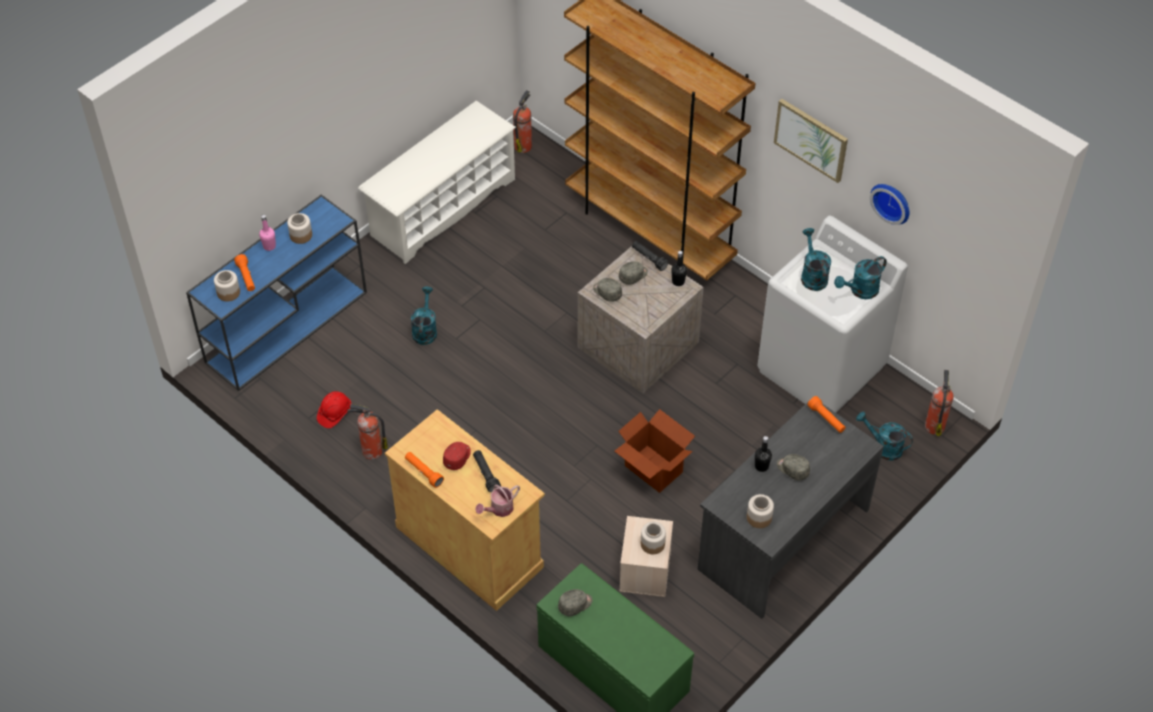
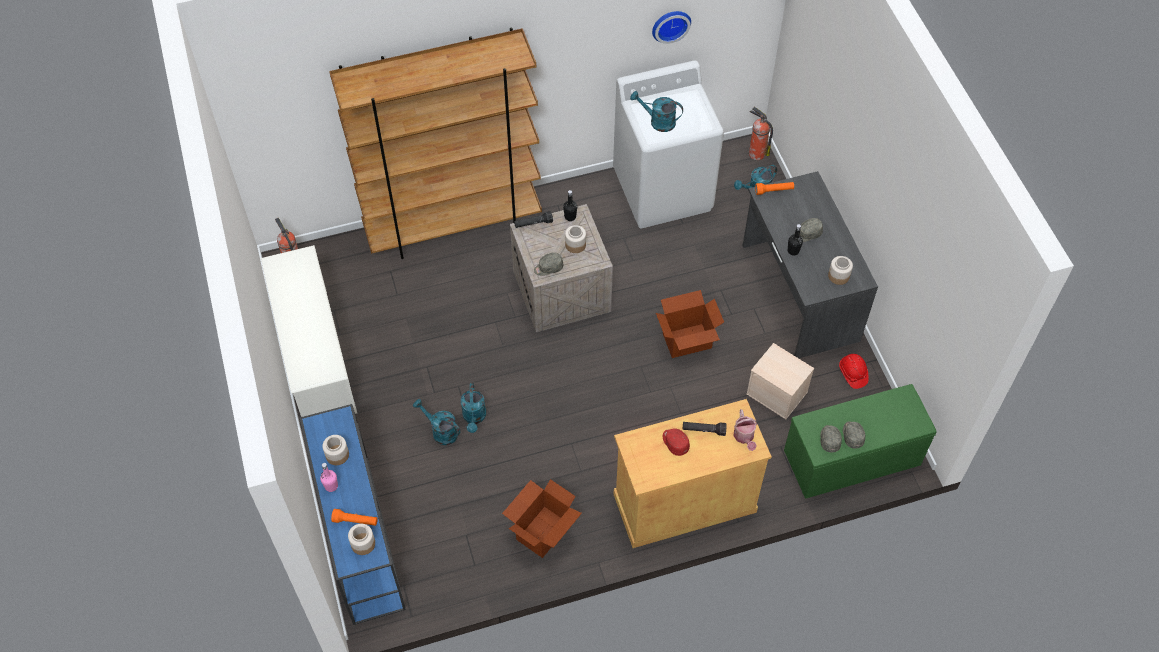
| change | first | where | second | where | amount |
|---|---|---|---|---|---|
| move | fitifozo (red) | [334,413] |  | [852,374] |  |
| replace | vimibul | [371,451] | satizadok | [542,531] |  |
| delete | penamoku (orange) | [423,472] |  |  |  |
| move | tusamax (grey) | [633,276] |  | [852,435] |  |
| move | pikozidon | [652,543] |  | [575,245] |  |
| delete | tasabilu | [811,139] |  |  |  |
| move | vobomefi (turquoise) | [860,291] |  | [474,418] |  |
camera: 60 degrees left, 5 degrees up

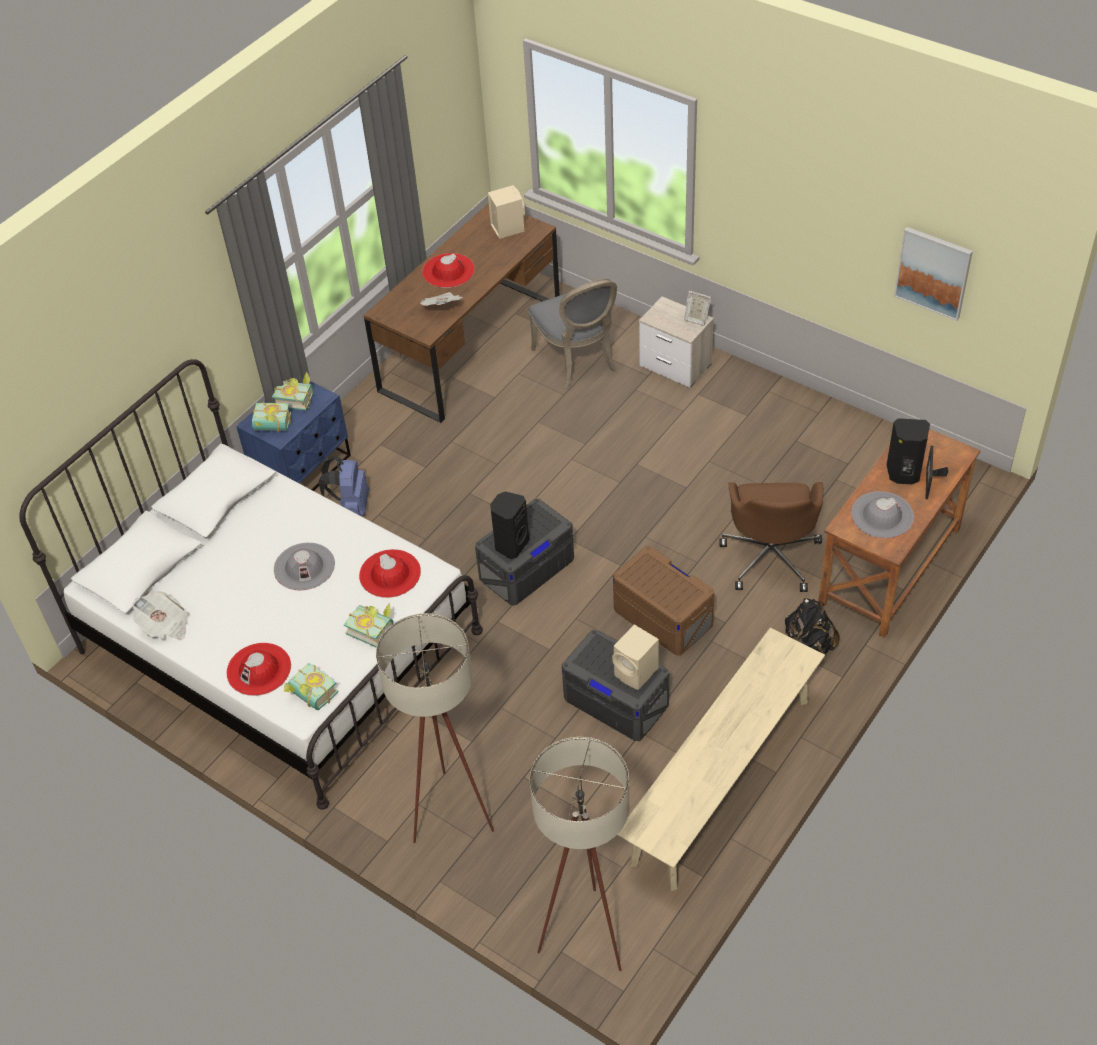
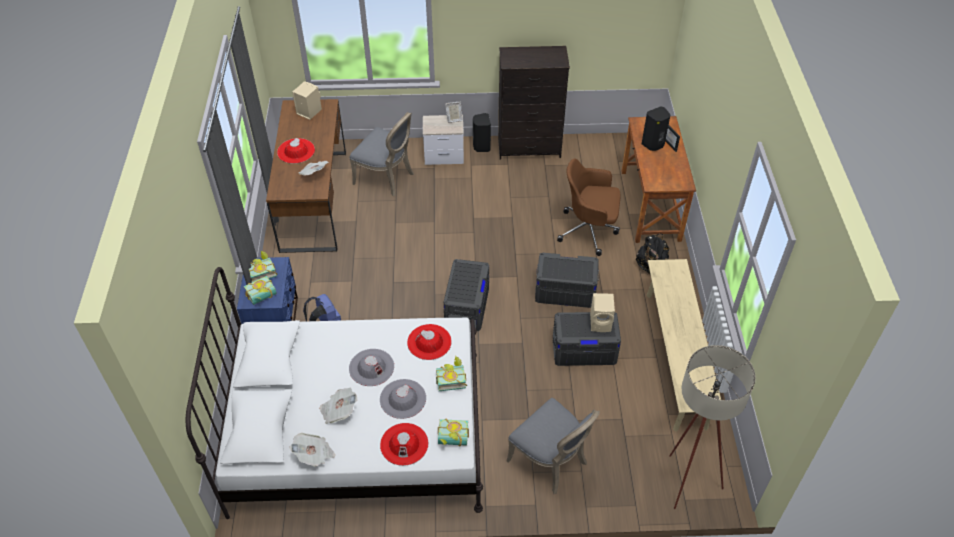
| change | first | where | second | where | amount |
|---|---|---|---|---|---|
| replace | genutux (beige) | [450,806] | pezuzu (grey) | [551,461] |  |
| move | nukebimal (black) | [510,545] |  | [481,146] |  |
| recolor | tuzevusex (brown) | [662,617] | tuzevusex (grey) | [565,291] |  |
| rotate | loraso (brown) | [771,556] |  | [589,230] | 135 degrees clockwise |
| move | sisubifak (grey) | [882,515] |  | [403,399] |  |
| delete | tasabilu | [933,272] |  |  |  |
| insert |  |  | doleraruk | [338,411] |  |
| insert |  |  | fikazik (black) | [529,148] |  |
camera: 40 degrees left, 0 degrees up

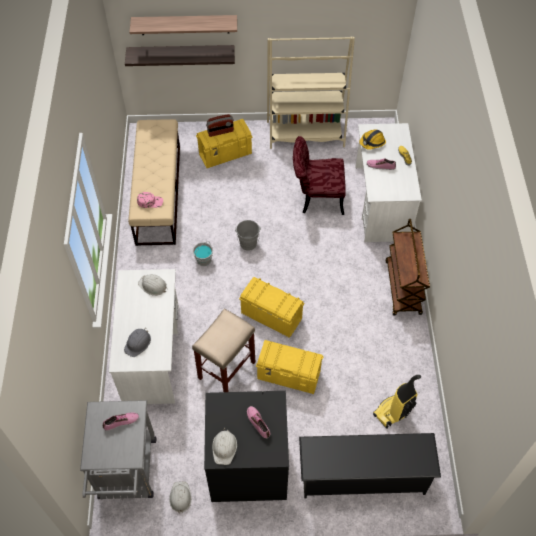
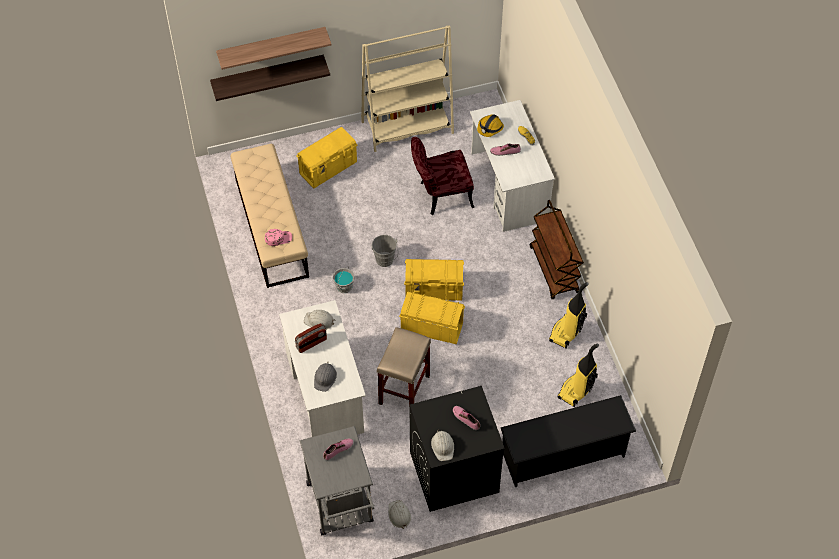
| change | first | where | second | where | amount |
|---|---|---|---|---|---|
| move | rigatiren | [220,132] |  | [311,343] |  |
| move | tuzevusex (yellow) | [289,375] |  | [434,290] |  |
| insert |  |  | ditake | [566,333] |  |
camera: 15 degrees left, 0 degrees up

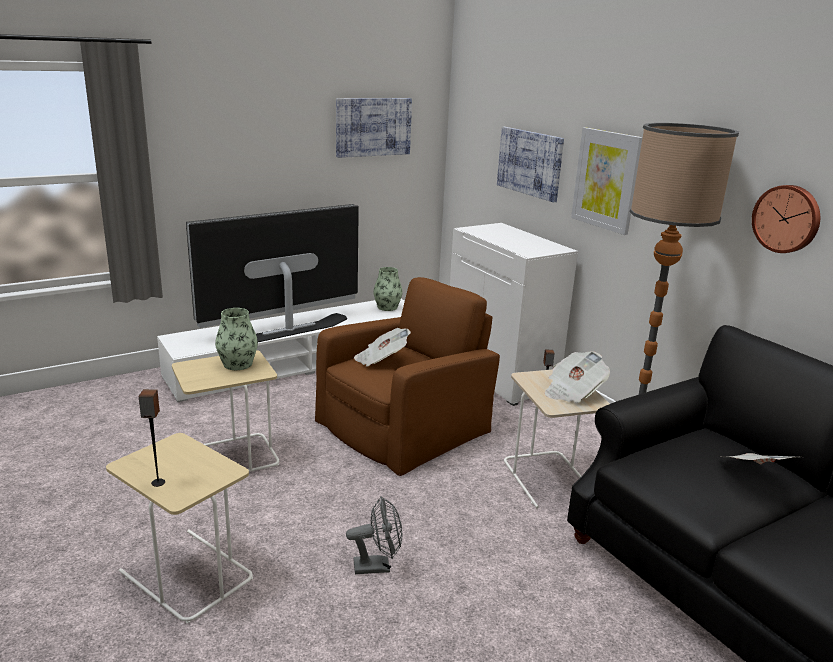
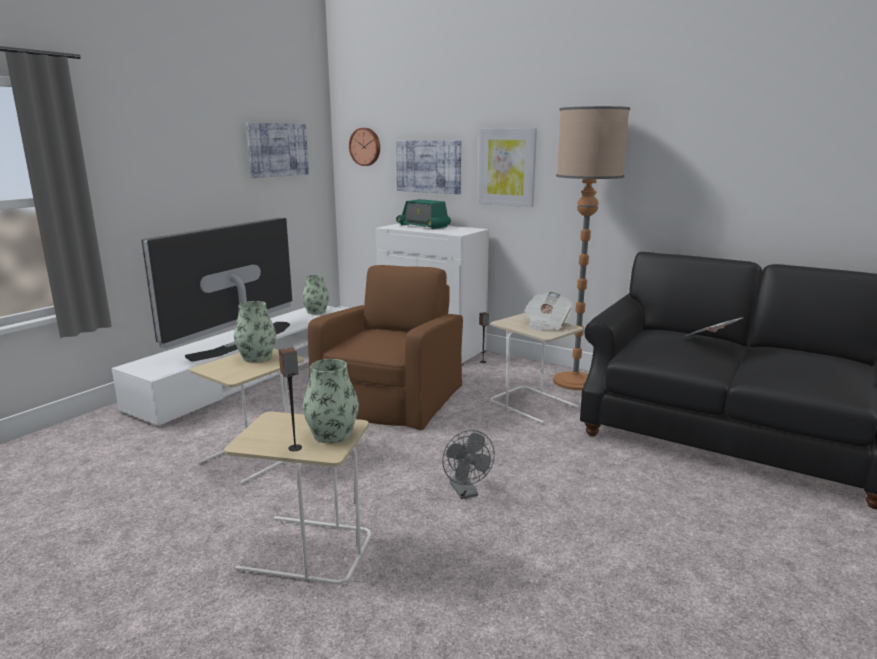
| change | first | where | second | where | amount |
|---|---|---|---|---|---|
| rotate | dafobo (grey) | [378,566] |  | [466,492] | 105 degrees clockwise |
| delete | doleraruk | [381,360] |  |  |  |
| move | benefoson | [787,218] |  | [365,146] |  |
| insert |  |  | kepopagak | [332,434] |  |
| insert |  |  | rigatiren | [423,226] |  |
camera: 25 degrees left, 5 degrees down

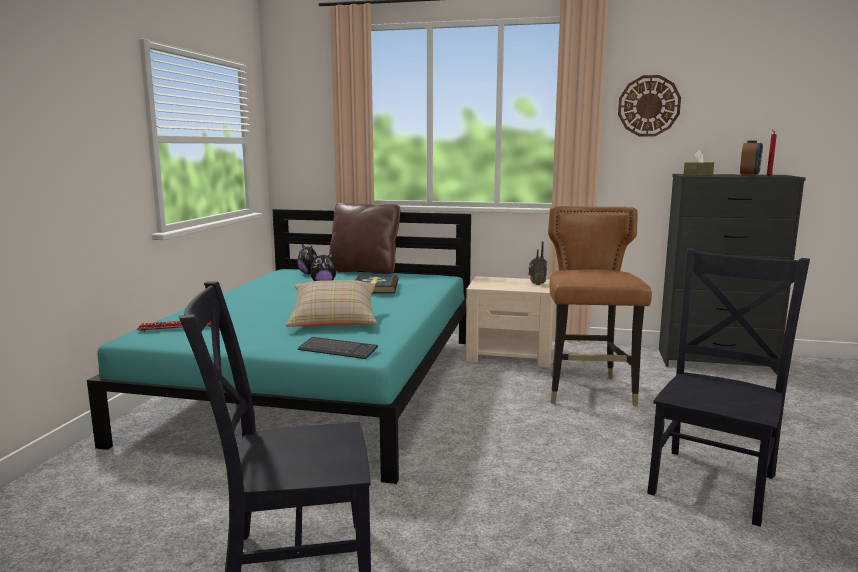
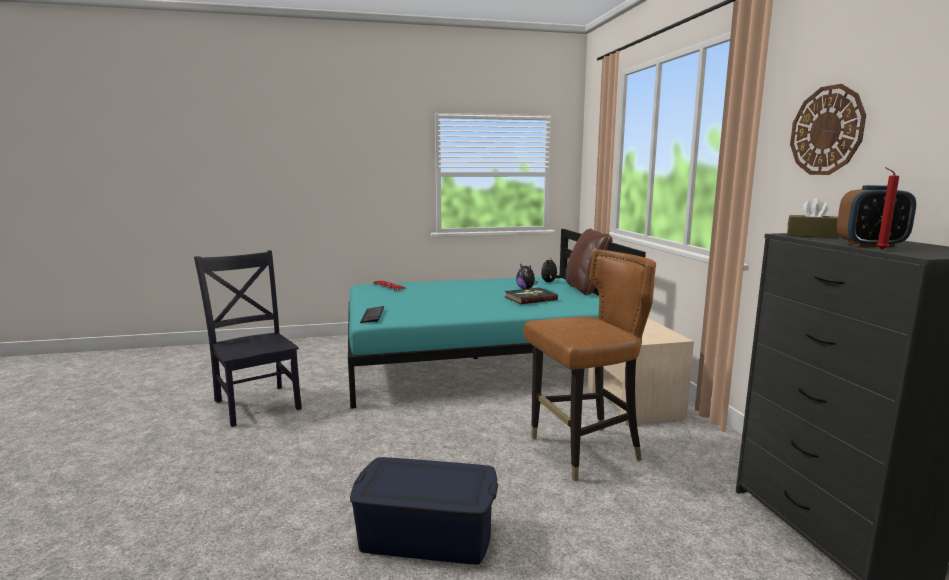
| change | first | where | second | where | amount |
|---|---|---|---|---|---|
| delete | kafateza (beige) | [333,321] |  |  |  |
| delete | rigatiren | [536,284] |  |  |  |
| replace | pezuzu (black) | [714,481] | tuzevusex (blue) | [427,535] |  |
camera: 65 degrees right, 0 degrees up

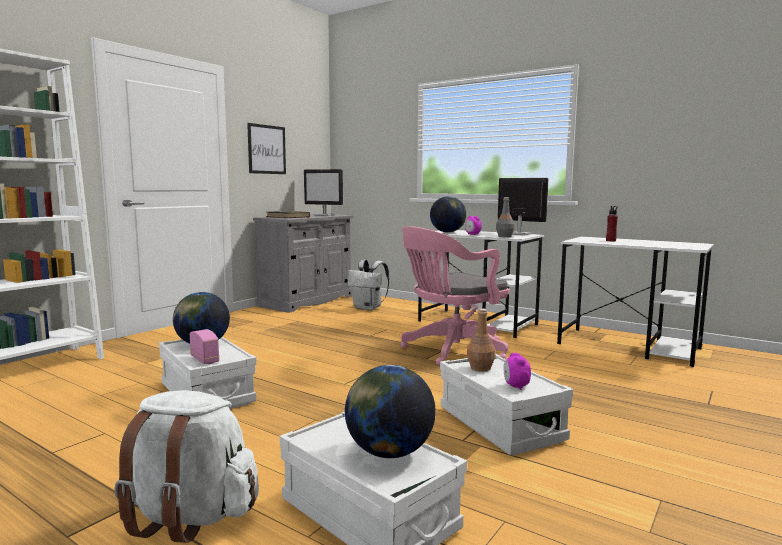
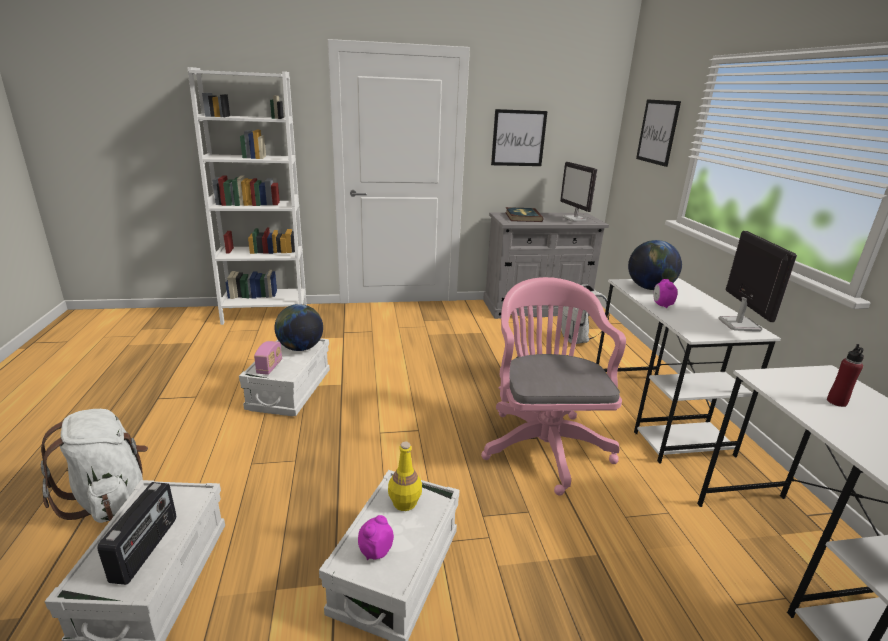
| change | first | where | second | where | amount |
|---|---|---|---|---|---|
| replace | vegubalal | [389,452] | rigatiren | [146,549] |  |
| rotate | loraso (pink) | [451,351] |  | [543,443] | 75 degrees clockwise |
| recolor | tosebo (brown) | [480,368] | tosebo (yellow) | [404,502] |  |
| delete | tosebo (grey) | [504,236] |  |  |  |
| insert |  |  | tasabilu | [657,132] |  |
camera: 45 degrees right, 15 degrees up

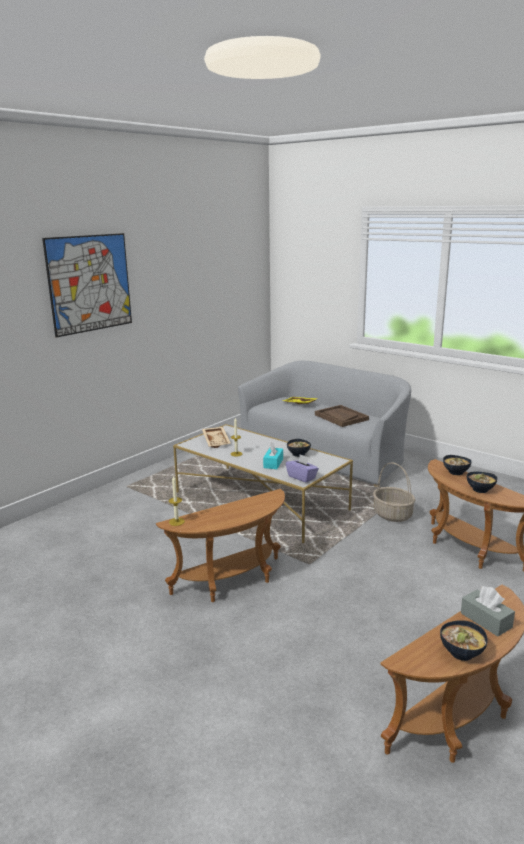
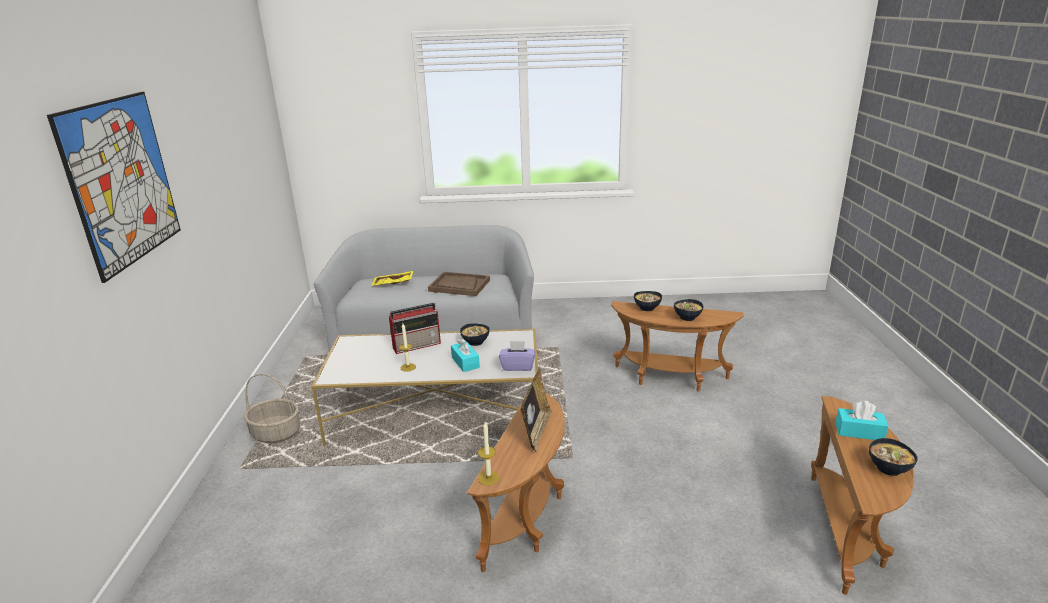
| change | first | where | second | where | amount |
|---|---|---|---|---|---|
| delete | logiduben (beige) | [217,441] |  |  |  |
| move | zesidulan | [392,515] |  | [275,433] |  |
| recolor | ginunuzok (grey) | [486,620] | ginunuzok (turquoise) | [859,432] |  |
| insert |  |  | rigatiren | [417,345] |  |
| insert |  |  | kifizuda | [536,432] |  |
camera: 40 degrees left, 5 degrees up

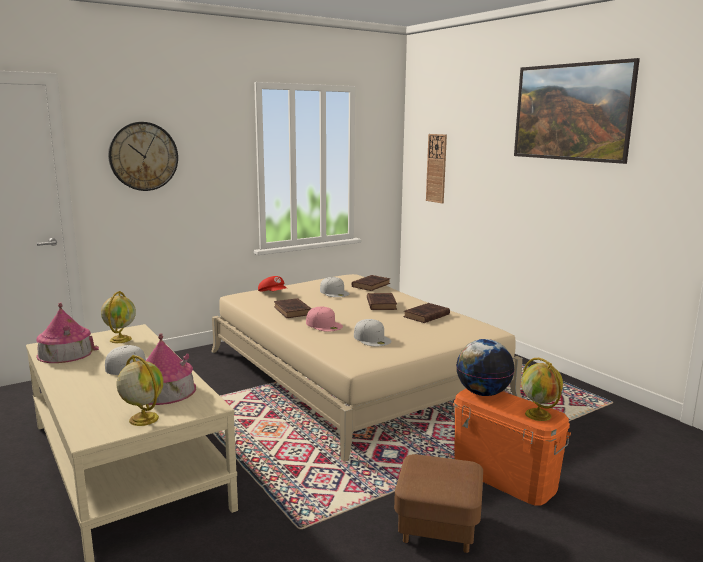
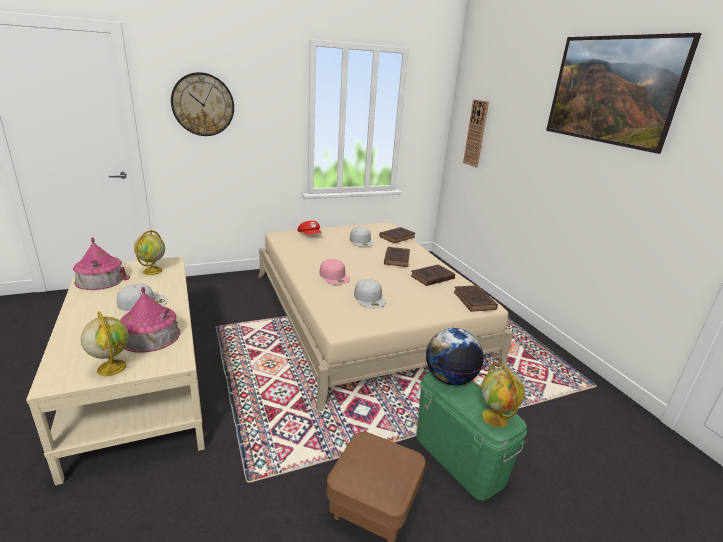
| change | first | where | second | where | amount |
|---|---|---|---|---|---|
| move | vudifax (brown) | [293,311] |  | [475,301] |  |
| recolor | tuzevusex (orange) | [503,477] | tuzevusex (green) | [458,457] |  |
camera: 10 degrees right, 10 degrees up

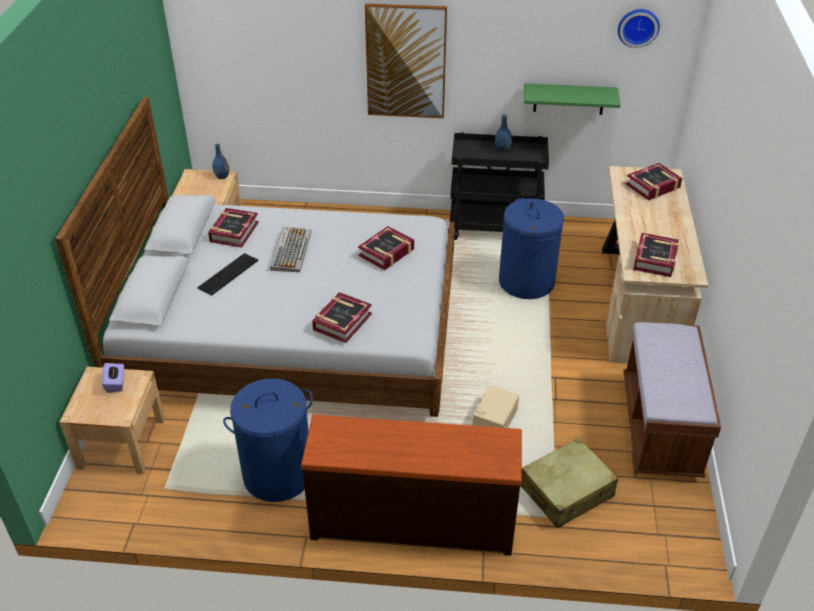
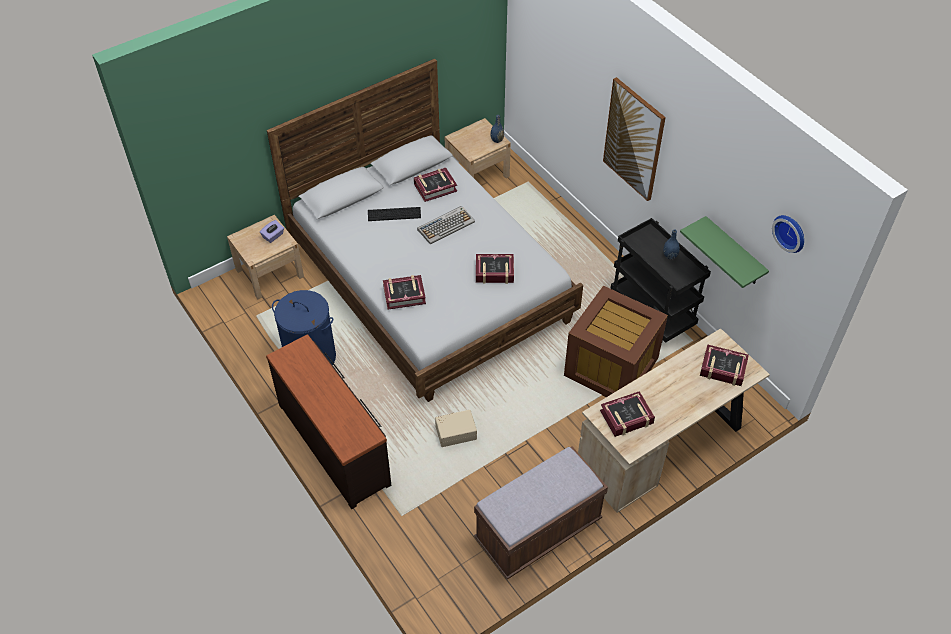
| change | first | where | second | where | amount |
|---|---|---|---|---|---|
| replace | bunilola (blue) | [526,282] | tuzevusex (brown) | [611,368] |  |
| delete | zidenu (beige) | [567,491] |  |  |  |
camera: 50 degrees right, 10 degrees up

